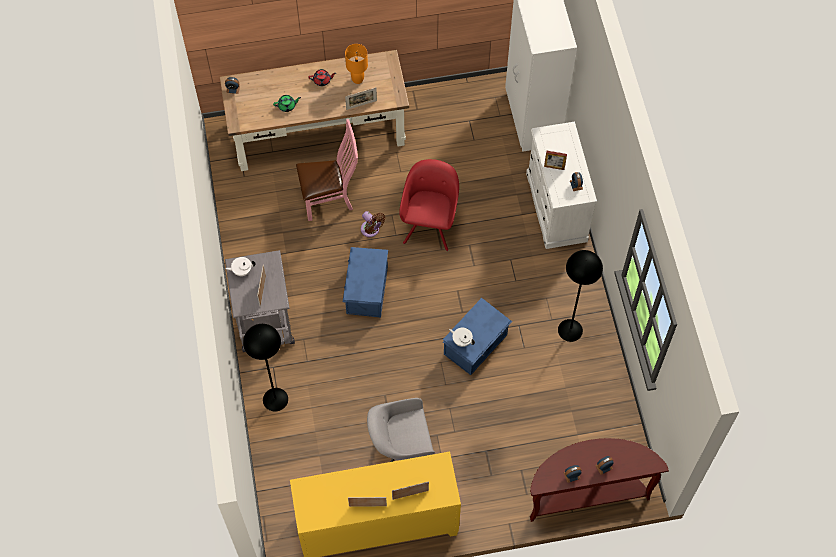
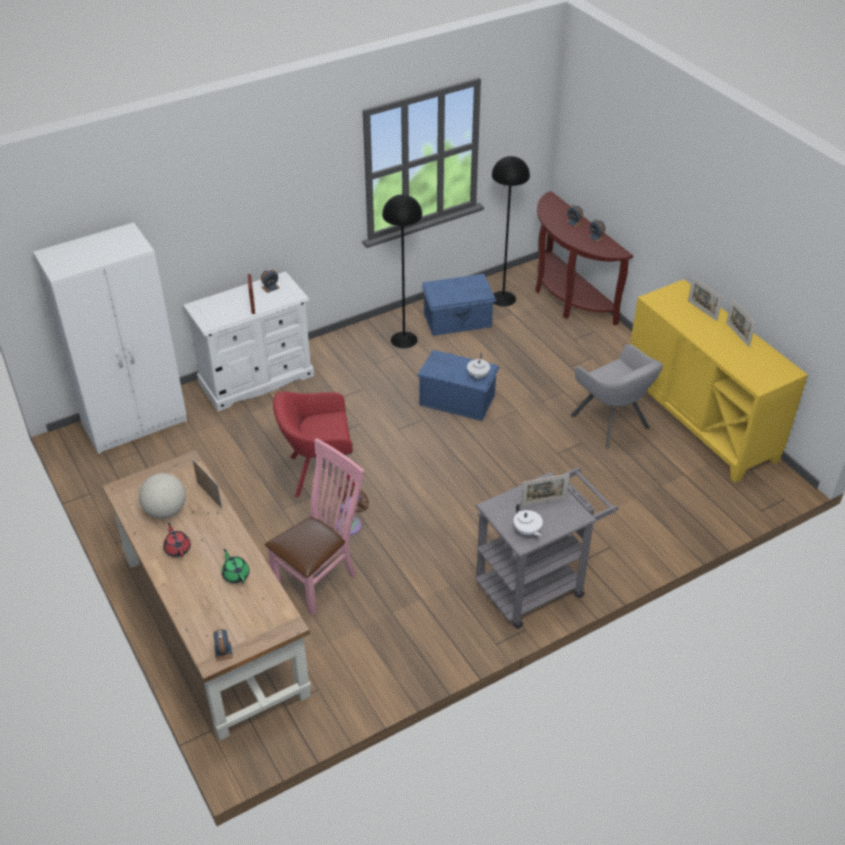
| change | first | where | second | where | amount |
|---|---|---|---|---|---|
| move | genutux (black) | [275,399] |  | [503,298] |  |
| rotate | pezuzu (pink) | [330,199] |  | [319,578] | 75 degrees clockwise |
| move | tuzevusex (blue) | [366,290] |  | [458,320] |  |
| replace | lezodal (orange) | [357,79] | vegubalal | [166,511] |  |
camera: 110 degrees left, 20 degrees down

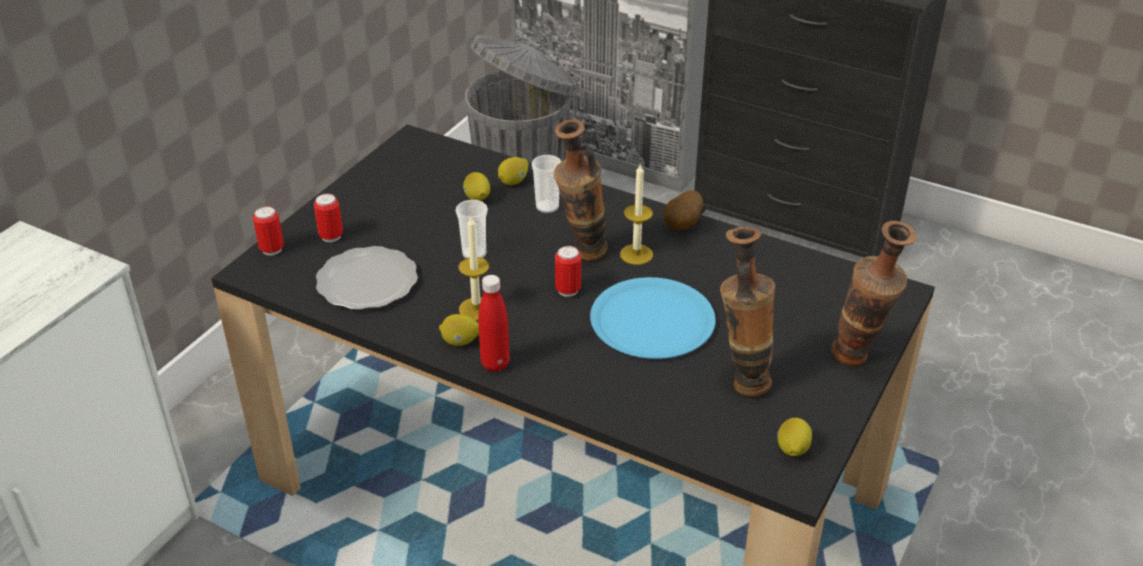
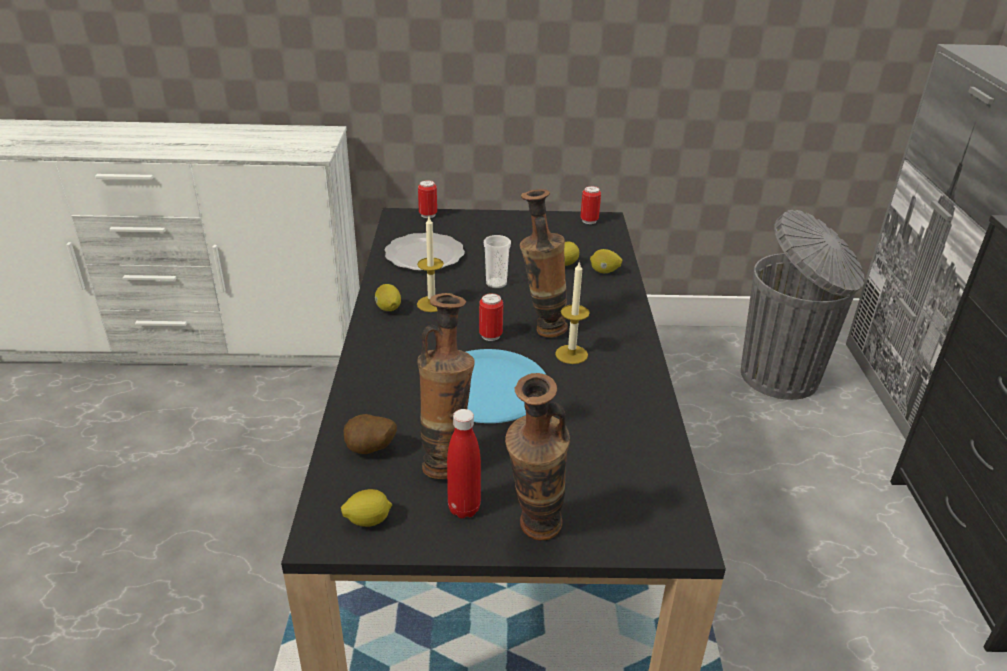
| change | first | where | second | where | amount |
|---|---|---|---|---|---|
| move | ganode | [331,236] |  | [589,221] |  |
| move | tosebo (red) | [495,364] |  | [464,508] |  |
| delete | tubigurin | [547,207] |  |  |  |
| move | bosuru | [683,225] |  | [370,451] |  |
camera: 60 degrees right, 5 degrees down

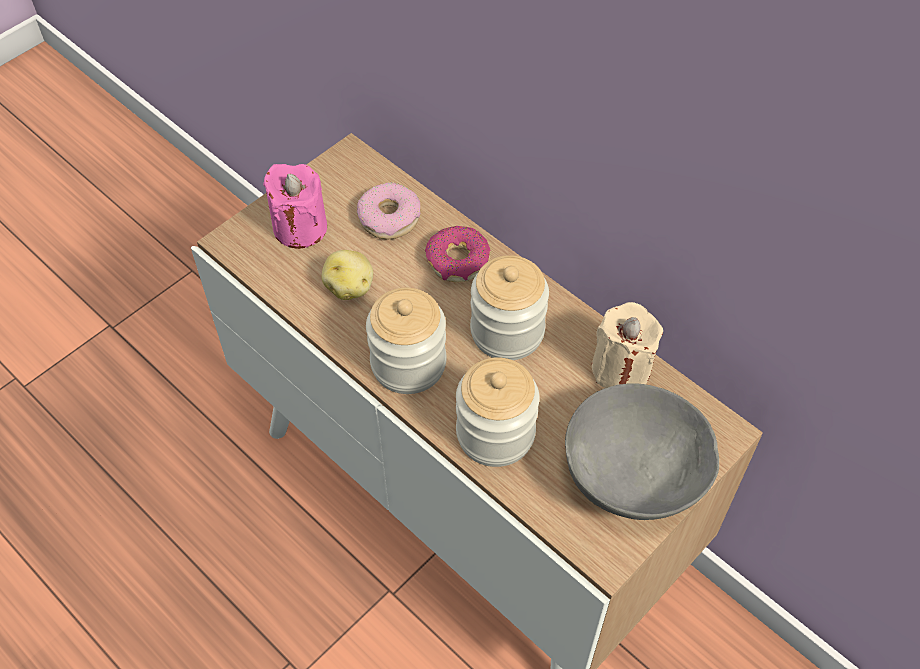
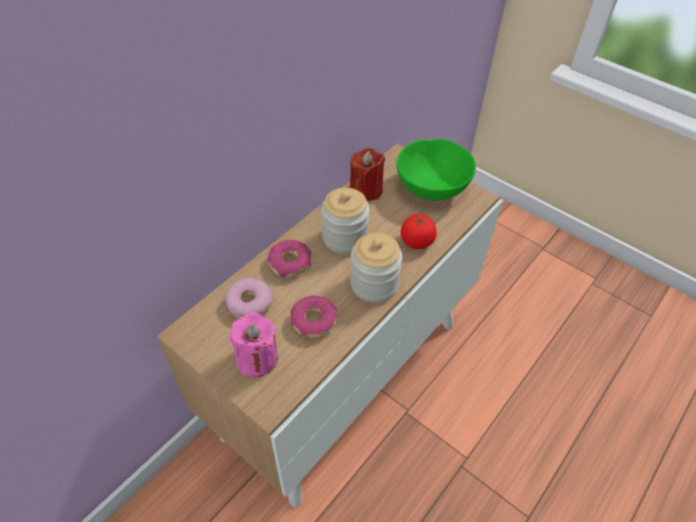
| change | first | where | second | where | amount |
|---|---|---|---|---|---|
| replace | bosuru | [350,287] | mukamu | [313,321] |  |
| replace | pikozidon | [495,433] | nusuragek | [417,241] |  |
| recolor | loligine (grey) | [633,476] | loligine (green) | [431,187] |  |
| recolor | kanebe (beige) | [621,368] | kanebe (red) | [366,190] |  |
camera: 95 degrees left, 5 degrees down

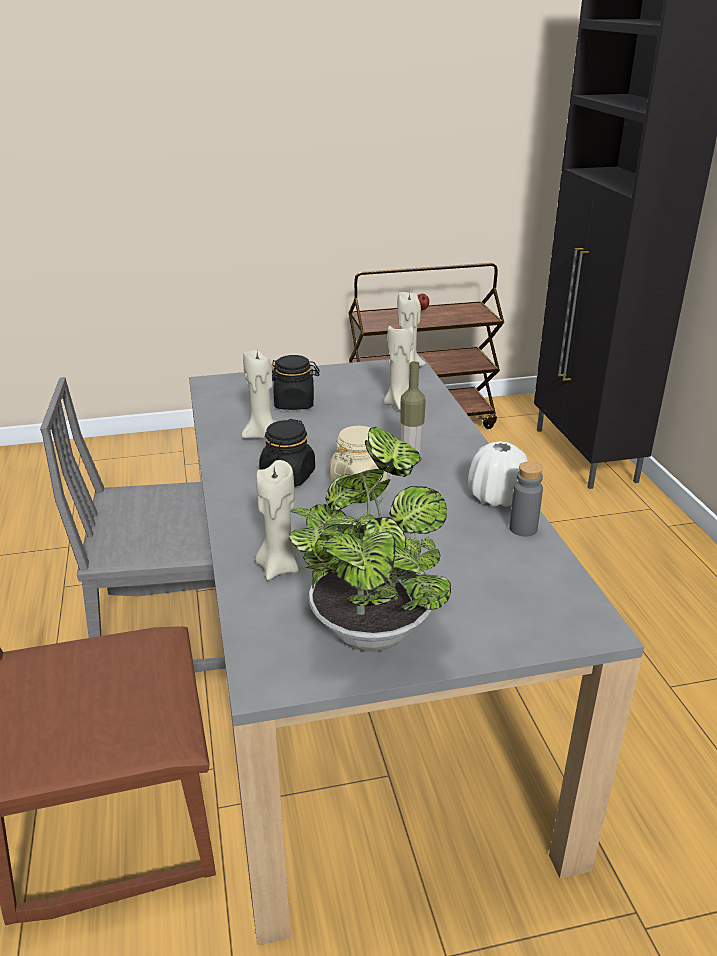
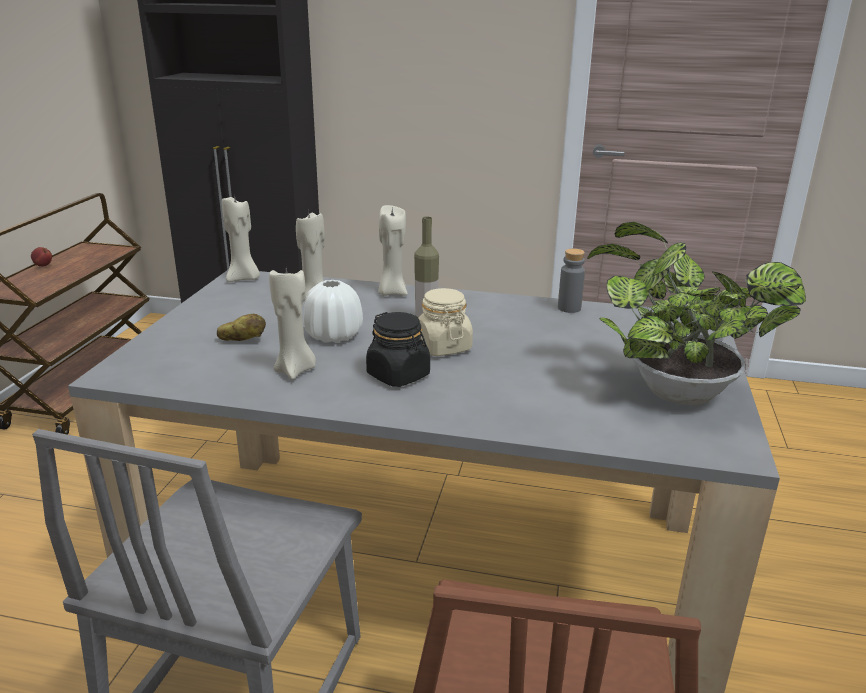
| change | first | where | second | where | amount |
|---|---|---|---|---|---|
| move | kanebe (beige) | [278,567] |  | [392,292] |  |
| replace | pikozidon (black) | [294,403] | bosuru | [243,341] |  |
| move | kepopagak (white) | [497,497] |  | [334,336] |  |
camera: 65 degrees left, 5 degrees down

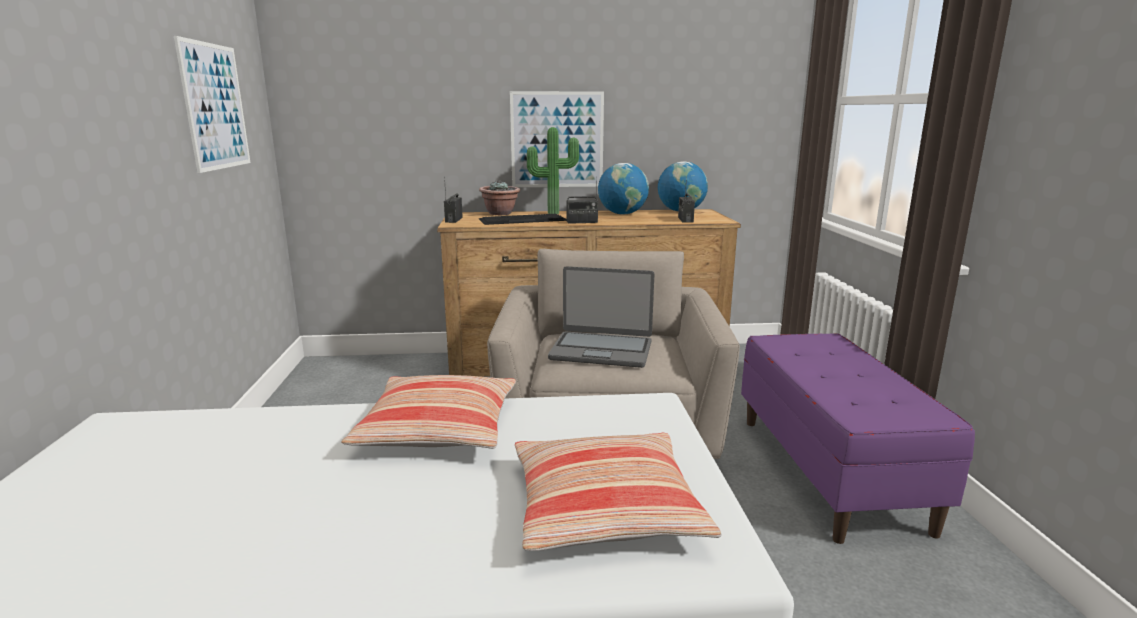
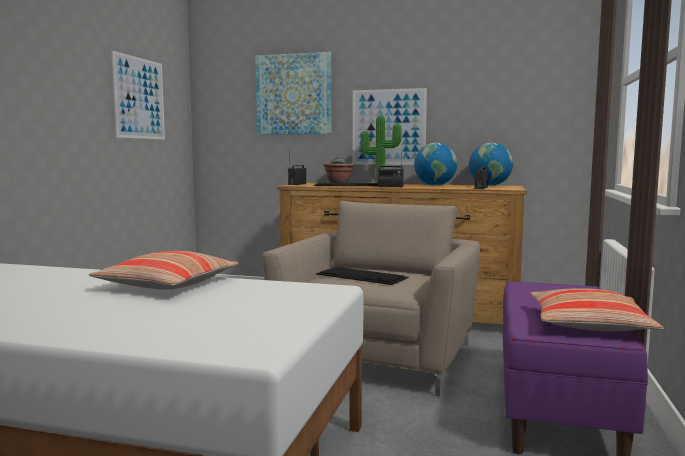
| change | first | where | second | where | amount |
|---|---|---|---|---|---|
| move | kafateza | [605,507] |  | [589,324] |  |
| replace | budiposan | [601,350] | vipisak | [362,276] |  |
| insert |  |  | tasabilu | [294,94] |  |
camera: 20 degrees right, 10 degrees down

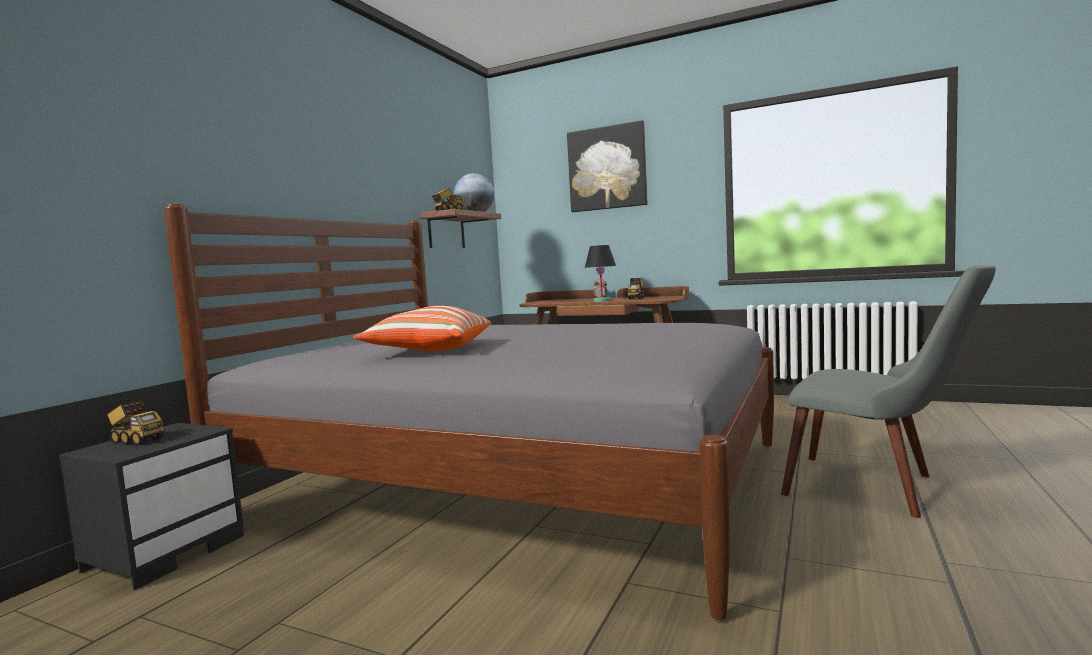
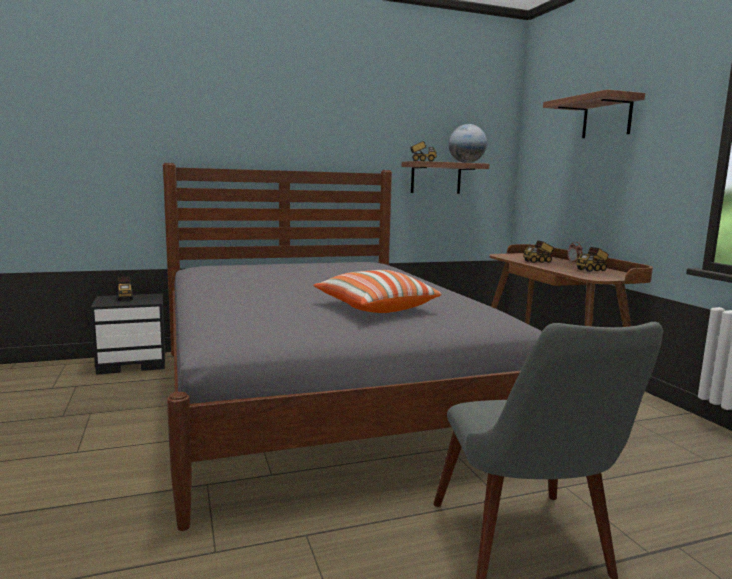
| change | first | where | second | where | amount |
|---|---|---|---|---|---|
| move | kafateza | [428,350] |  | [375,308] |  |
| replace | tasabilu | [607,168] | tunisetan | [607,118] |  |
| delete | lezodal (black) | [602,300] |  |  |  |
| insert |  |  | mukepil | [538,262] |  |
camera: 45 degrees right, 5 degrees up

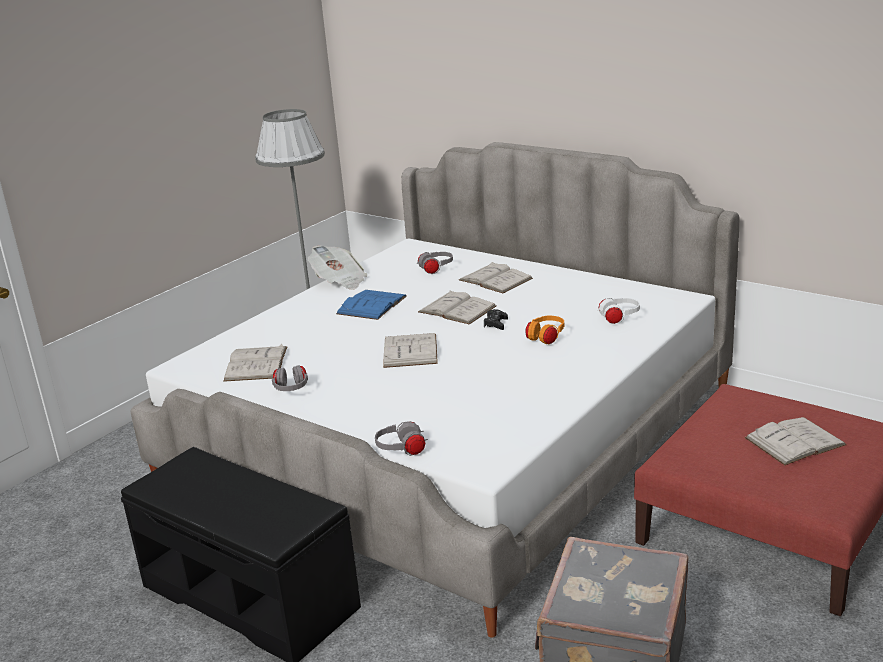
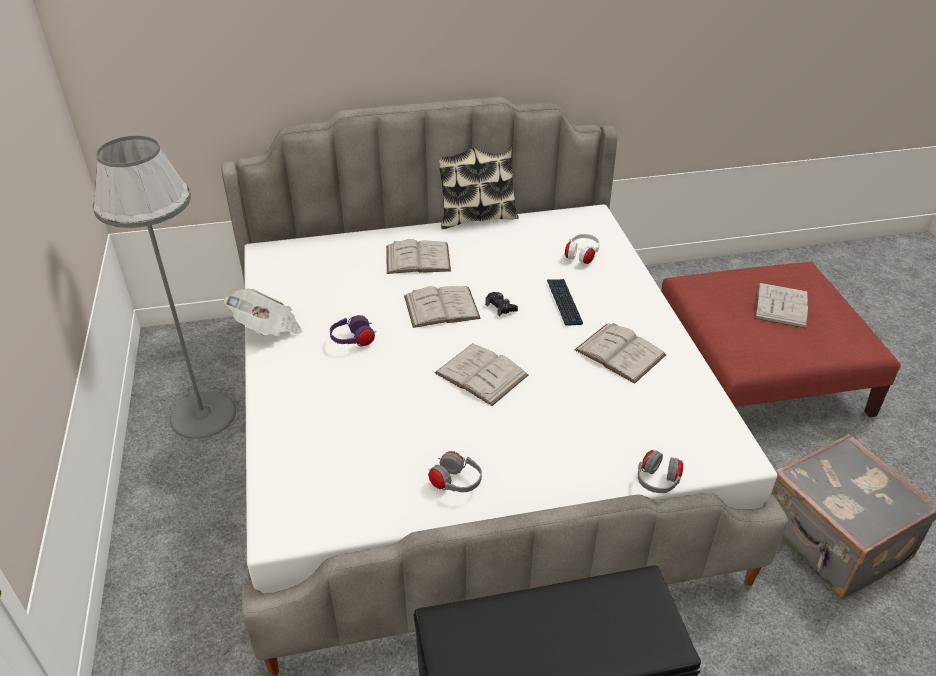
| change | first | where | second | where | amount |
|---|---|---|---|---|---|
| move | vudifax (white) | [256,364] |  | [620,352] |  |
| replace | vudifax (blue) | [371,305] | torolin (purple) | [353,341] |  |
| delete | torolin (grey) | [436,269] |  |  |  |
| replace | torolin (orange) | [546,338] | vipisak | [564,302] |  |
| insert |  |  | kafateza | [476,217] |  |
camera: 50 degrees left, 15 degrees up

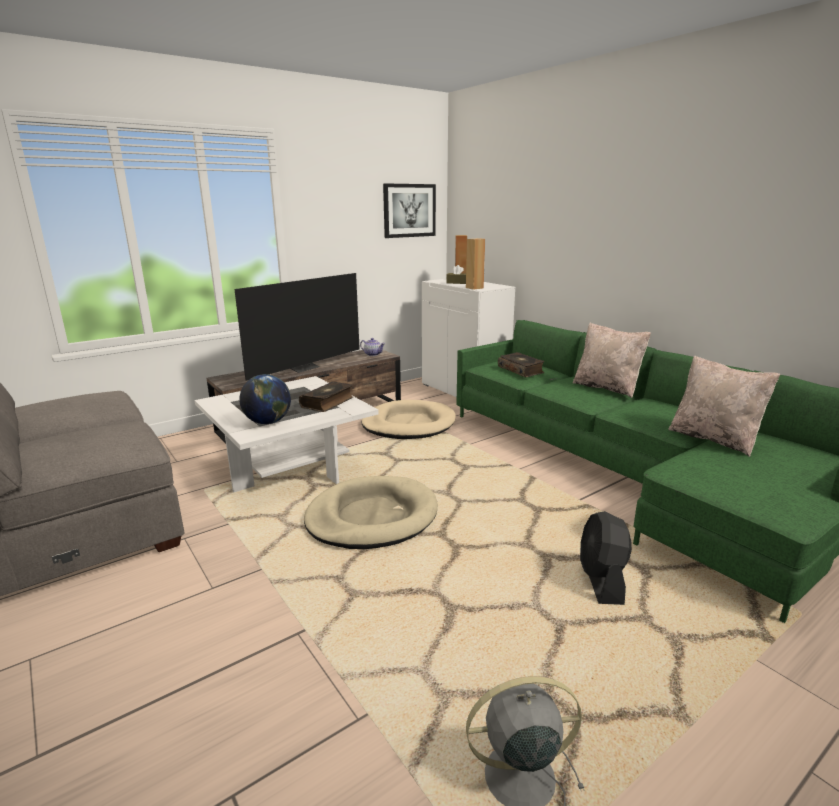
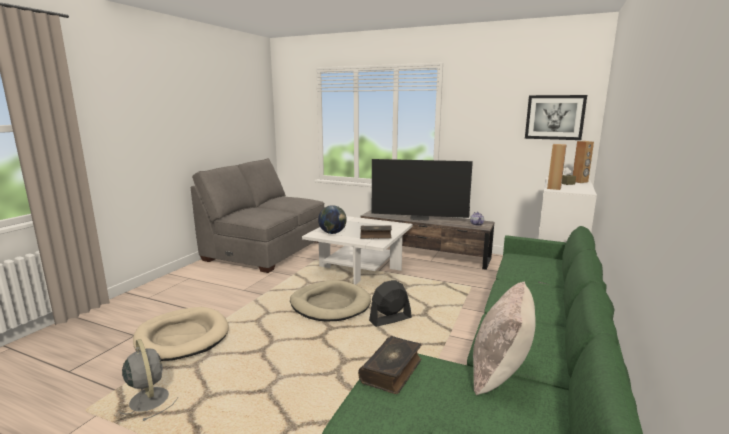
| change | first | where | second | where | amount |
|---|---|---|---|---|---|
| move | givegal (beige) | [408,424] |  | [182,337] |  |
| move | vudifax | [521,370] |  | [392,371] |  |
| delete | kafateza (beige) | [607,388] |  |  |  |
| move | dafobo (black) | [601,580] |  | [390,319] |  |
camera: 60 degrees right, 5 degrees down

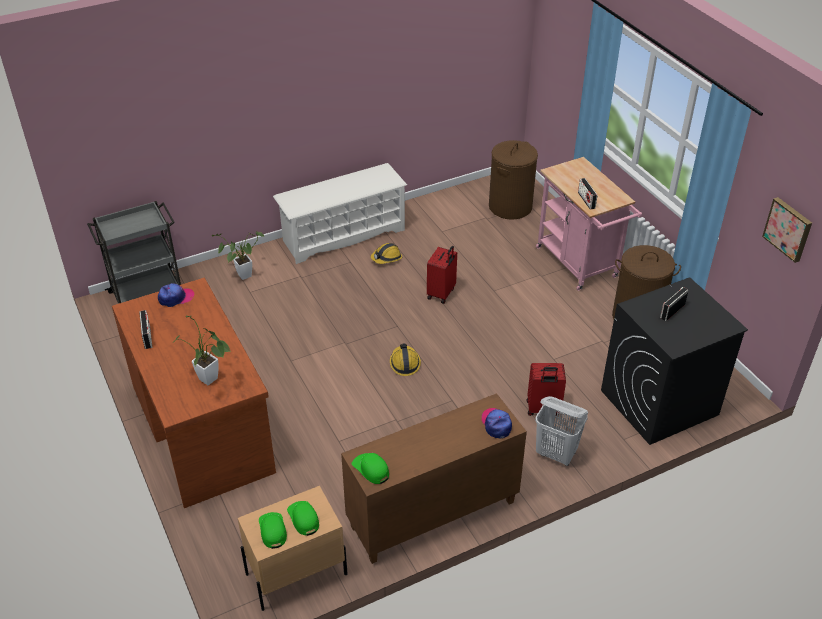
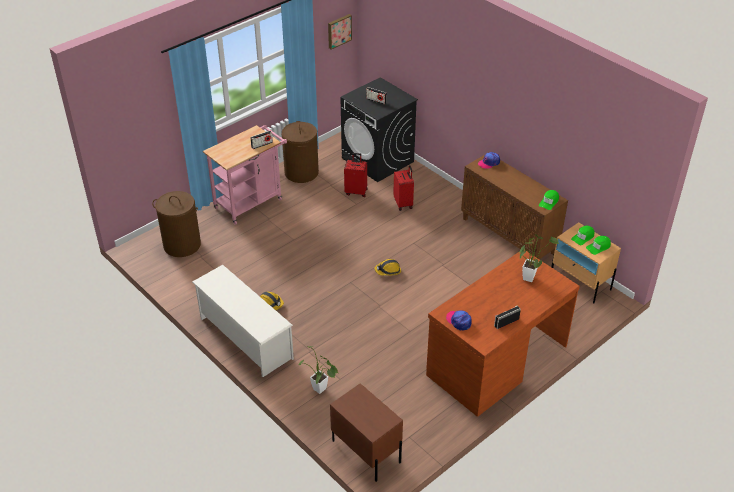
| change | first | where | second | where | amount |
|---|---|---|---|---|---|
| replace | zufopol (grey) | [147,294] | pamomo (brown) | [366,451] |  |
| move | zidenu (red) | [442,293] |  | [356,191] |  |
| delete | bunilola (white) | [556,454] |  |  |  |
camera: 105 degrees left, 0 degrees up

